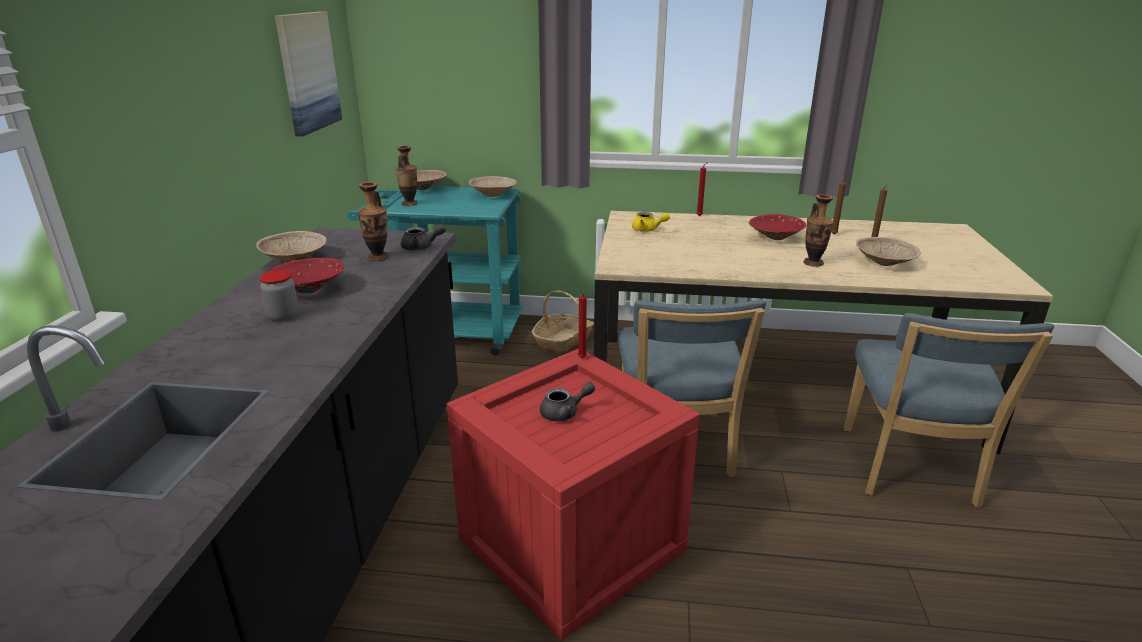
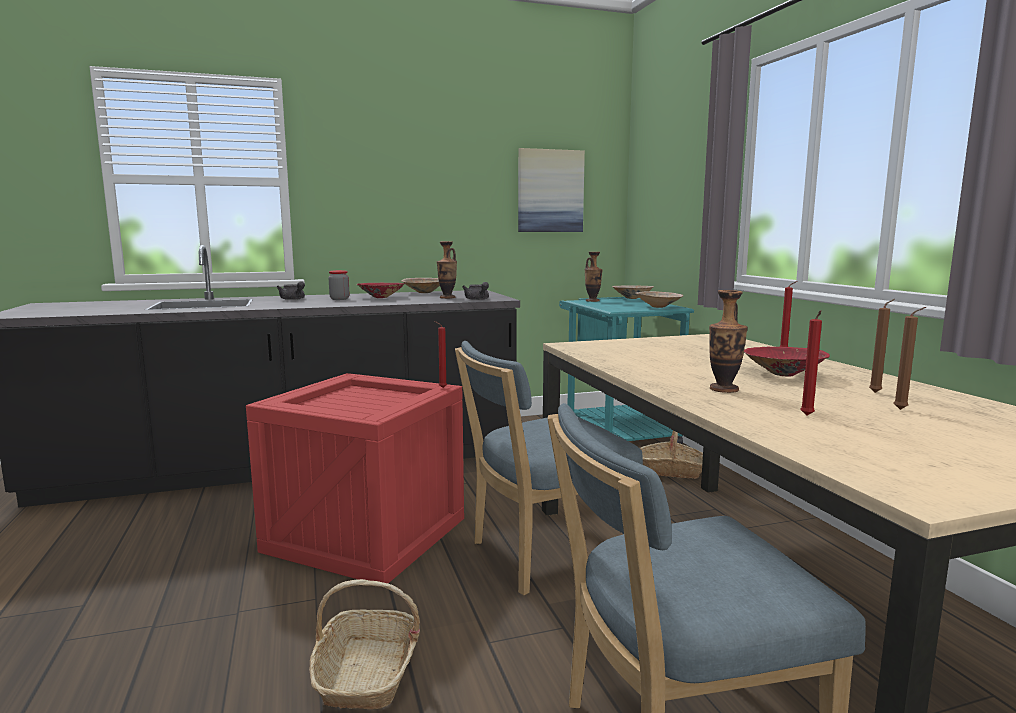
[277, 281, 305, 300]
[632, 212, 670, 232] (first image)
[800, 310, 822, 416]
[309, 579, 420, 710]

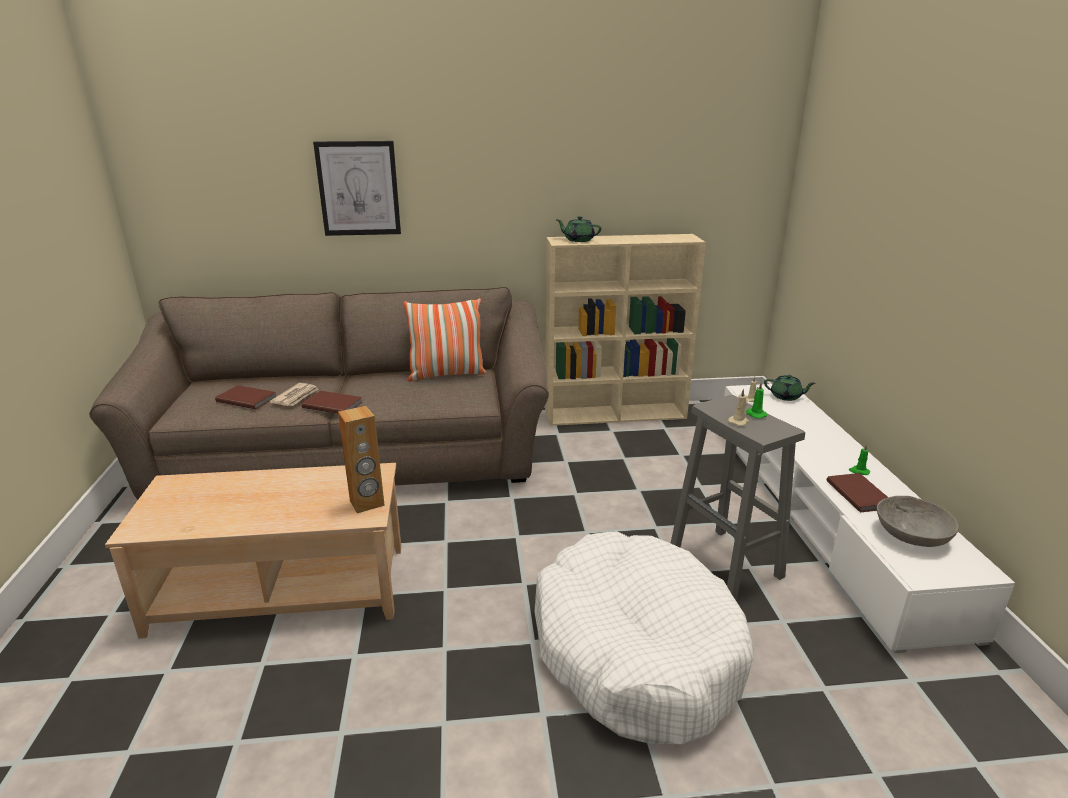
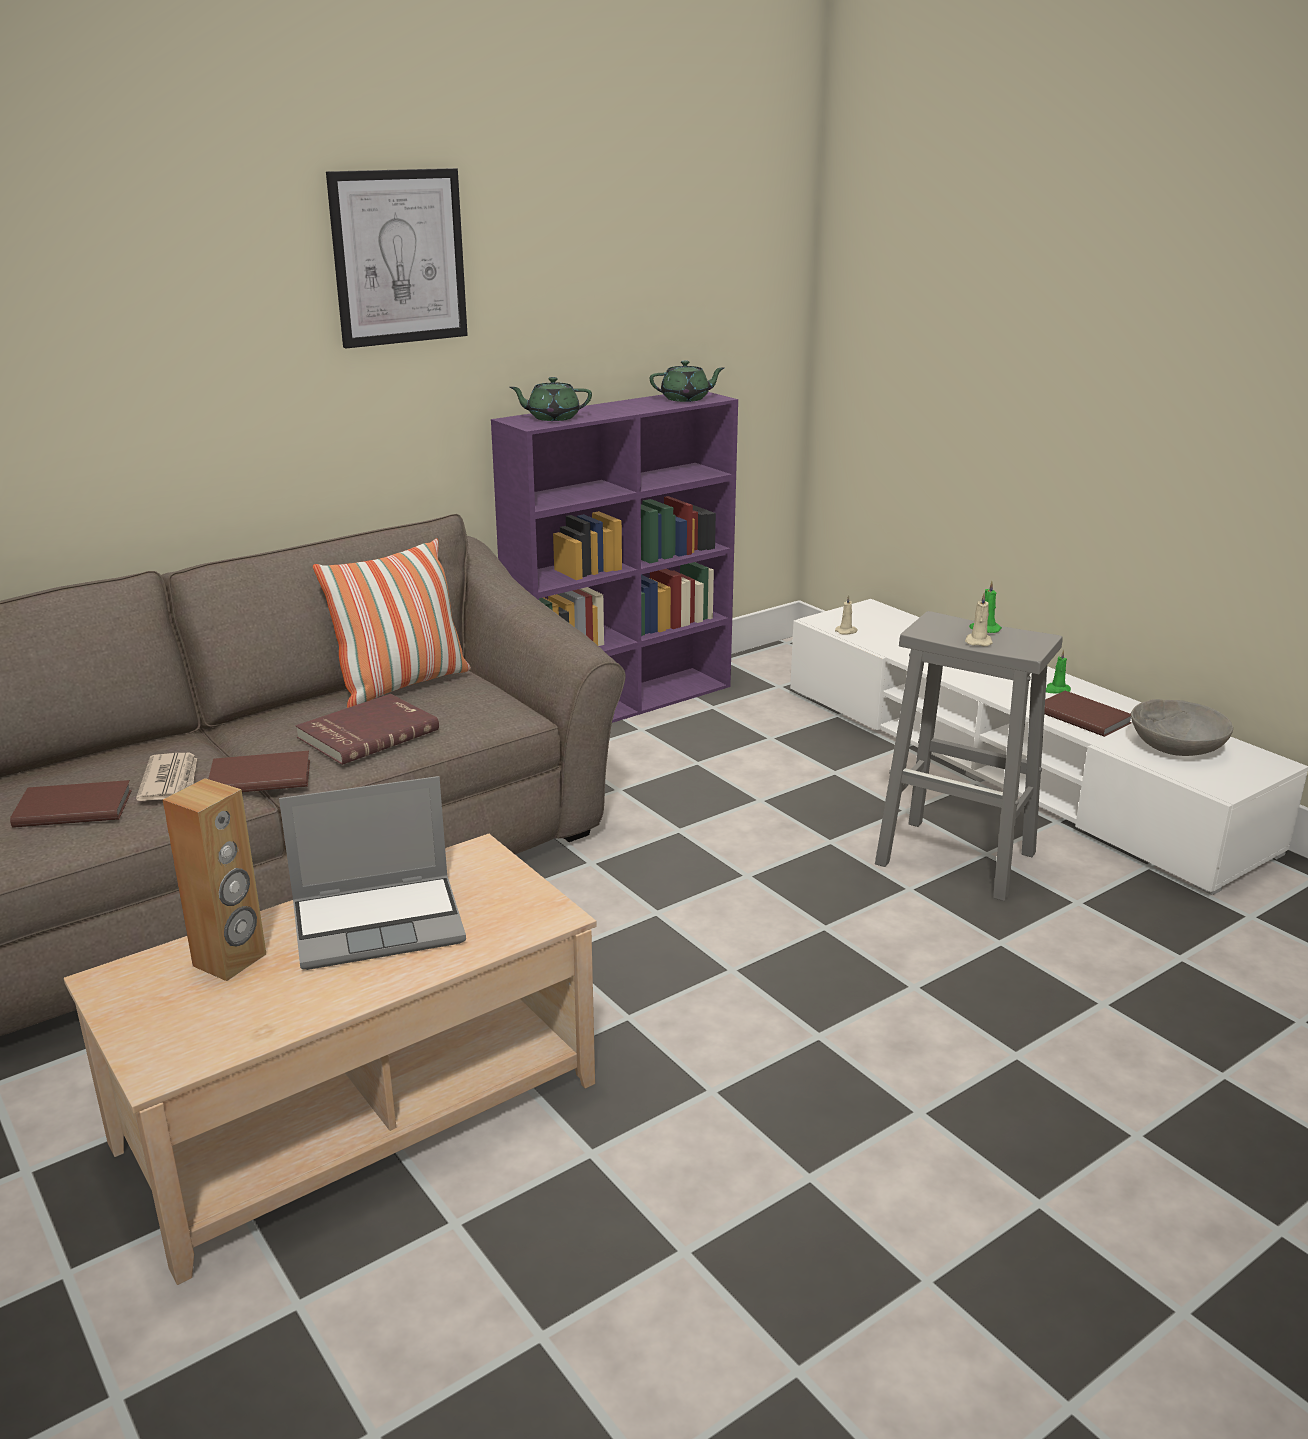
[326, 168, 468, 349]
[163, 778, 266, 981]
[534, 531, 754, 744] (first image)
[491, 392, 738, 723]
[650, 360, 724, 402]
[279, 776, 466, 970]
[295, 694, 439, 765]

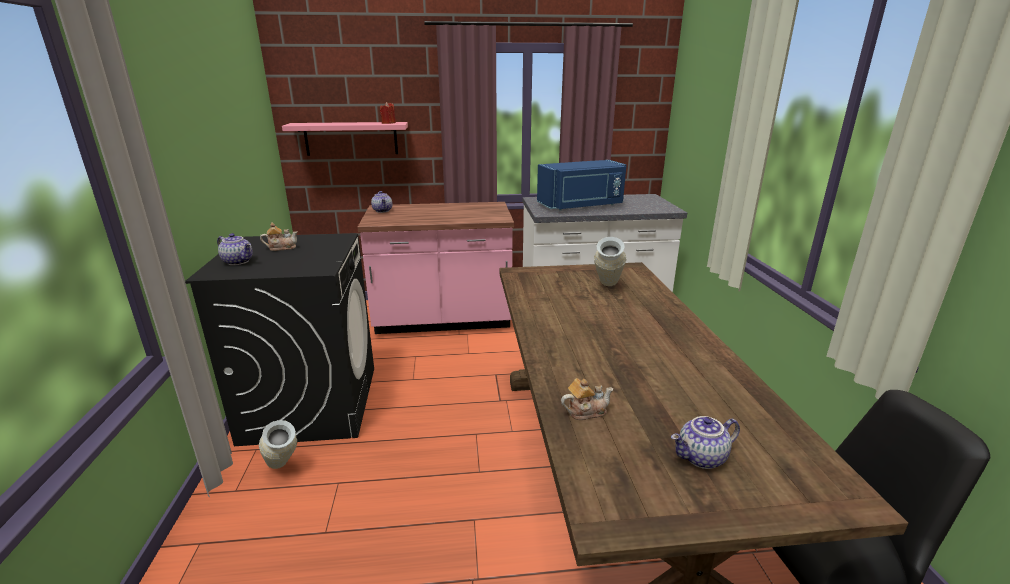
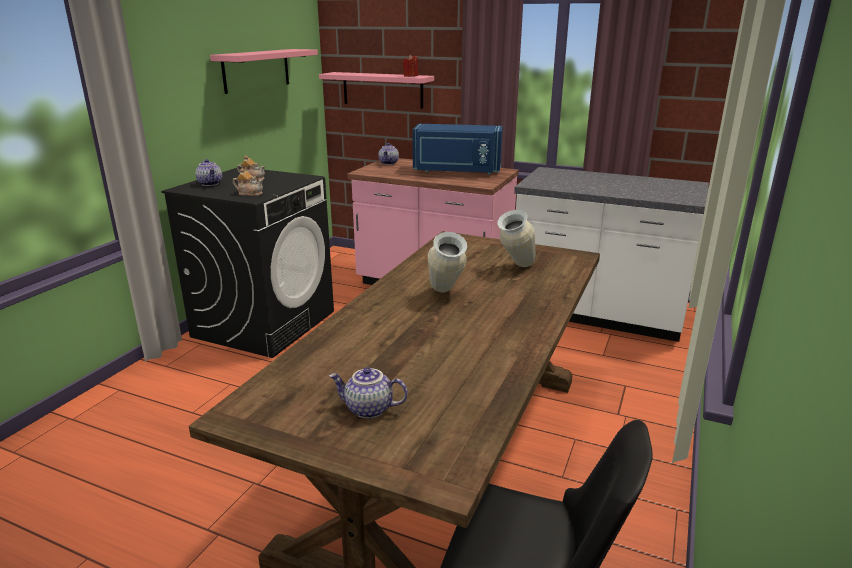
[428, 232, 467, 292]
[412, 124, 503, 175]
[233, 168, 263, 196]
[210, 49, 318, 94]

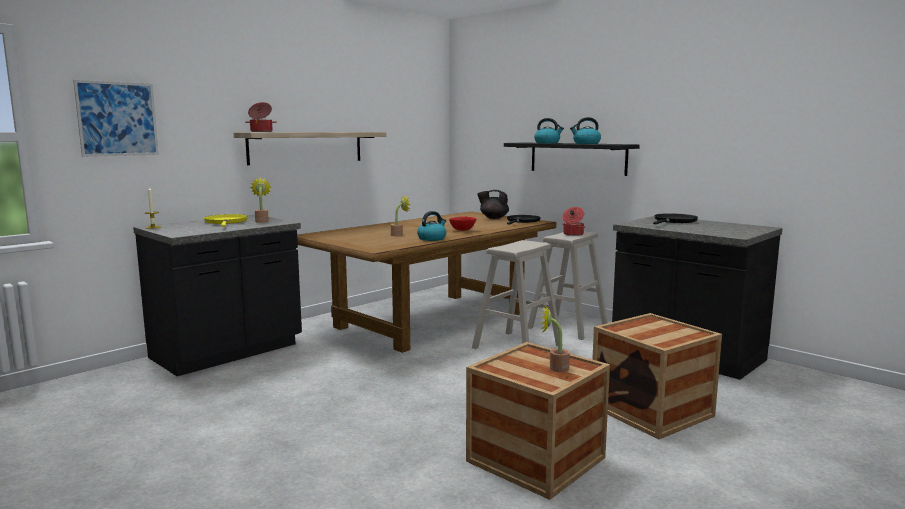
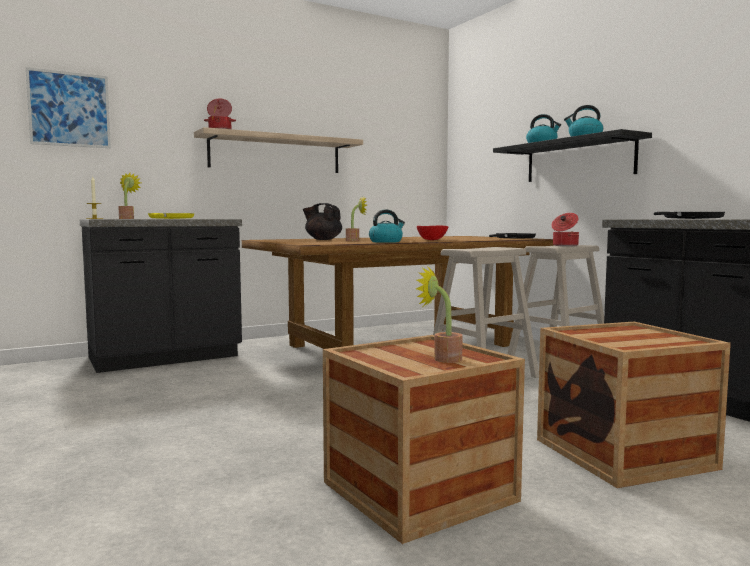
[118, 173, 141, 219]
[303, 203, 342, 240]

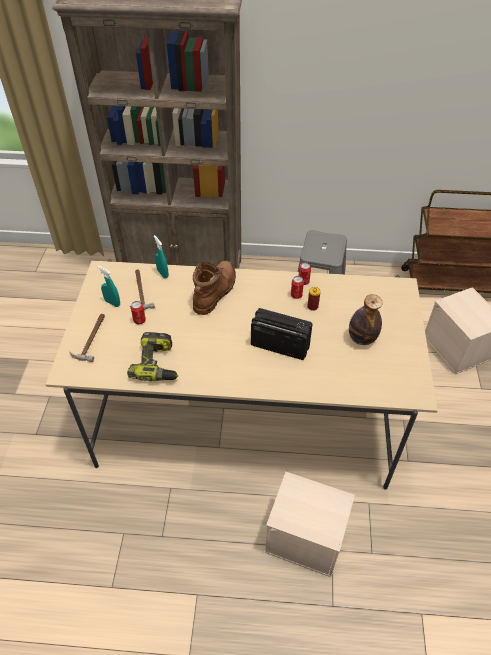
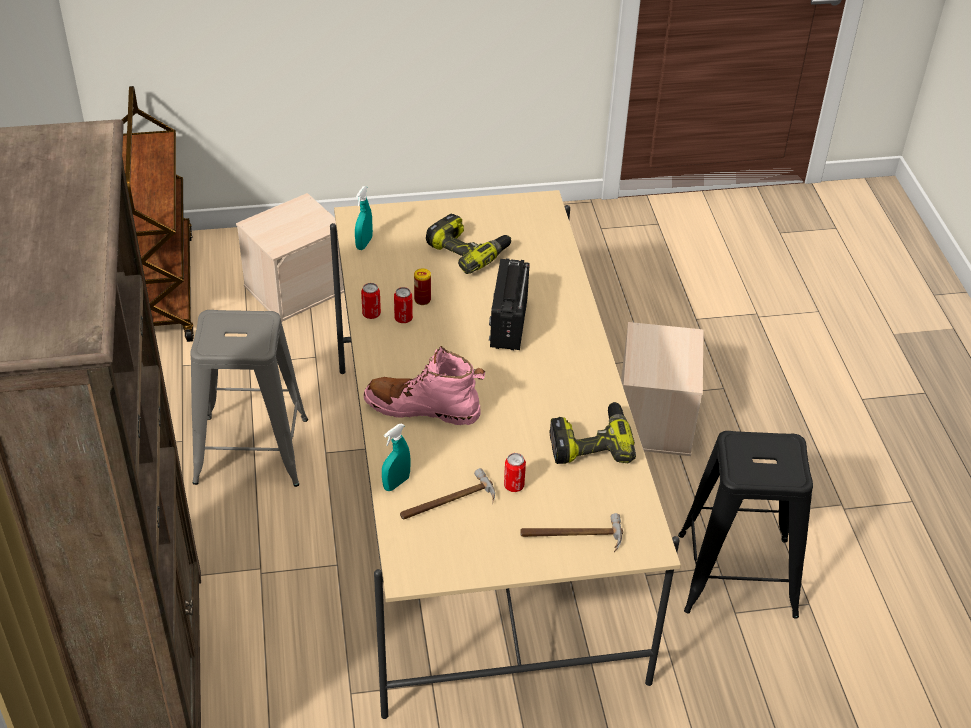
[355, 186, 373, 250]
[364, 346, 485, 425]
[426, 214, 511, 274]
[678, 431, 813, 619]

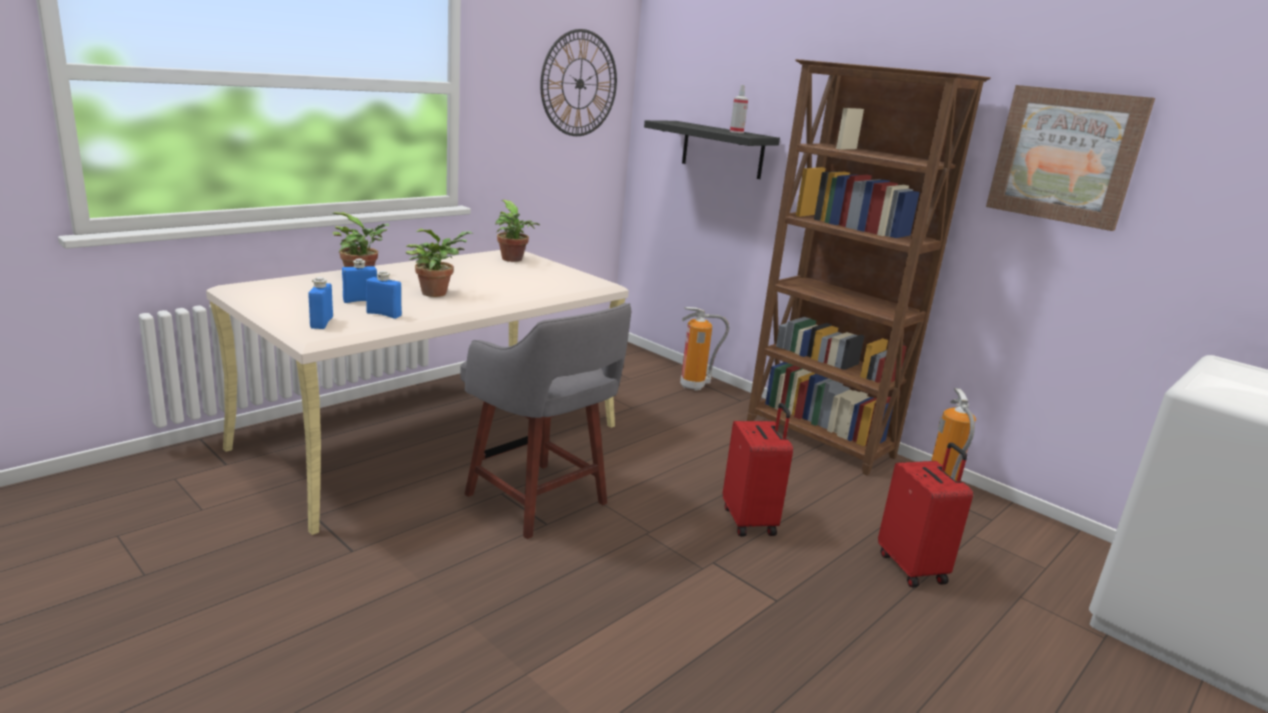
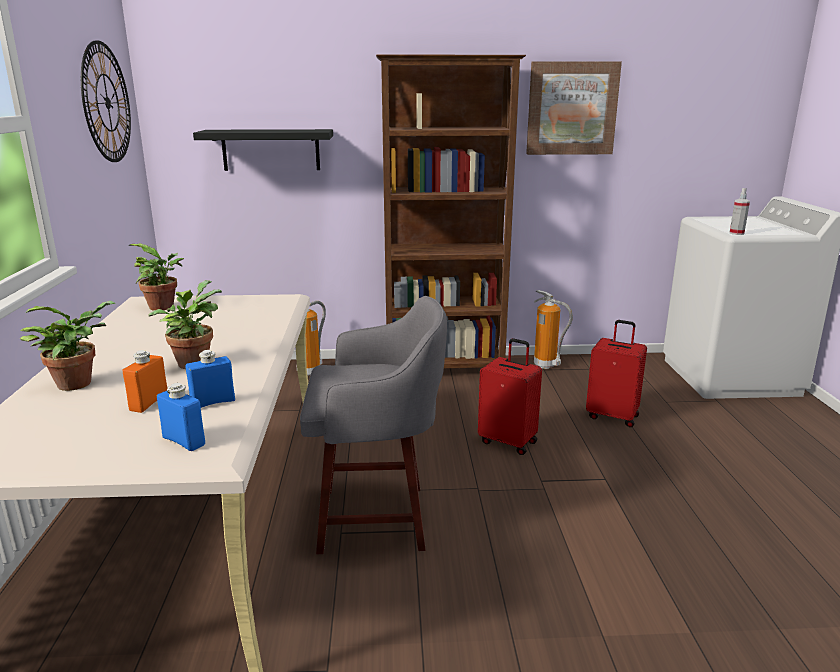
[122, 350, 167, 413]
[729, 188, 750, 235]

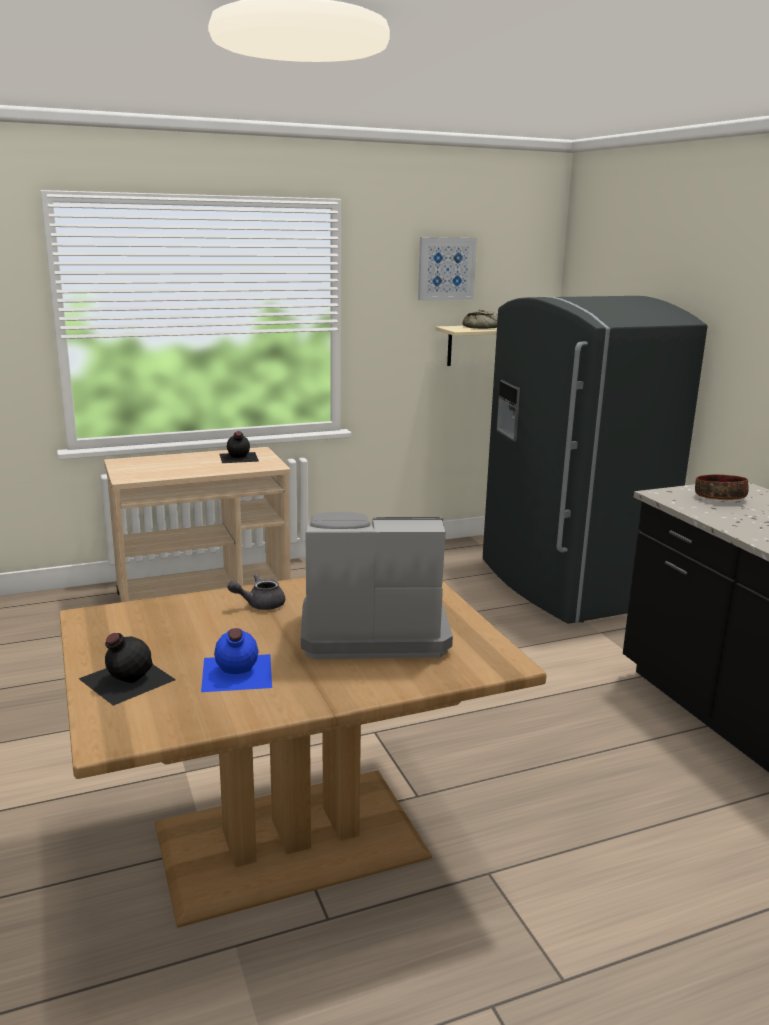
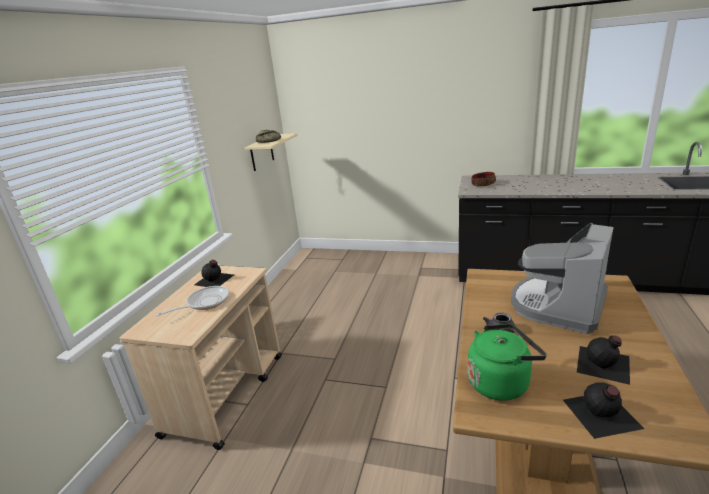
[577, 335, 630, 385]
[418, 237, 477, 301] (first image)
[483, 296, 707, 623] (first image)
[156, 286, 229, 316]
[468, 324, 547, 401]

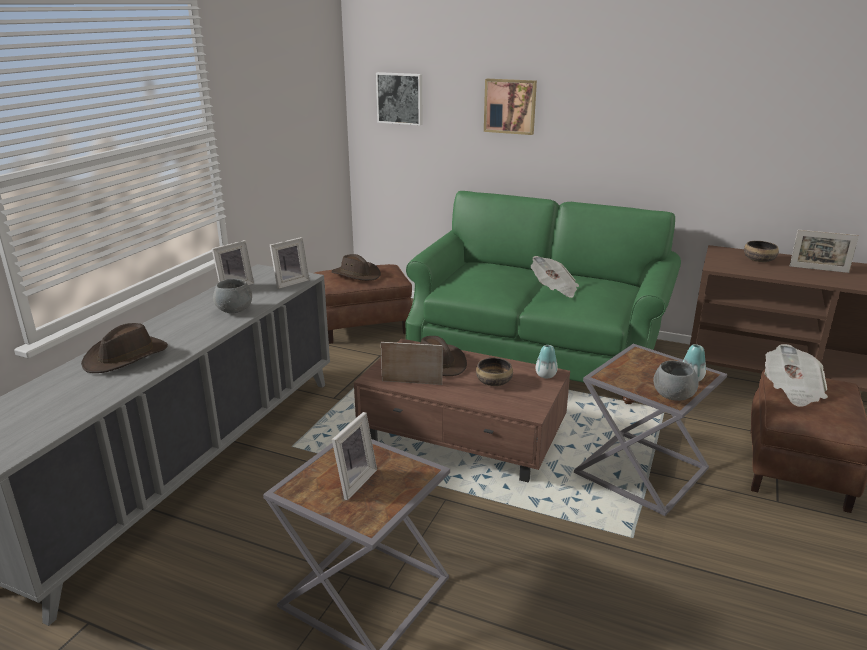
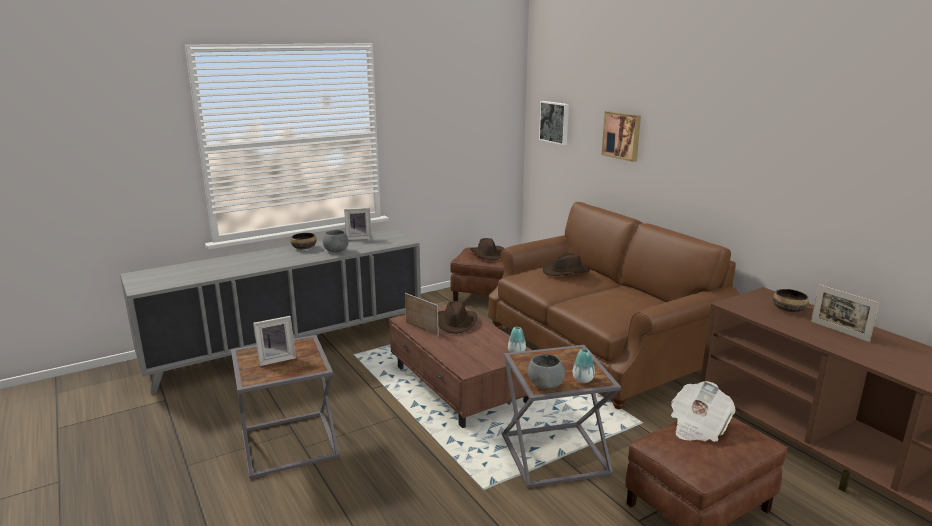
[543, 253, 590, 276]
[270, 237, 309, 289] (first image)
[489, 202, 739, 409]
[291, 233, 317, 249]
[531, 256, 579, 298] (first image)

